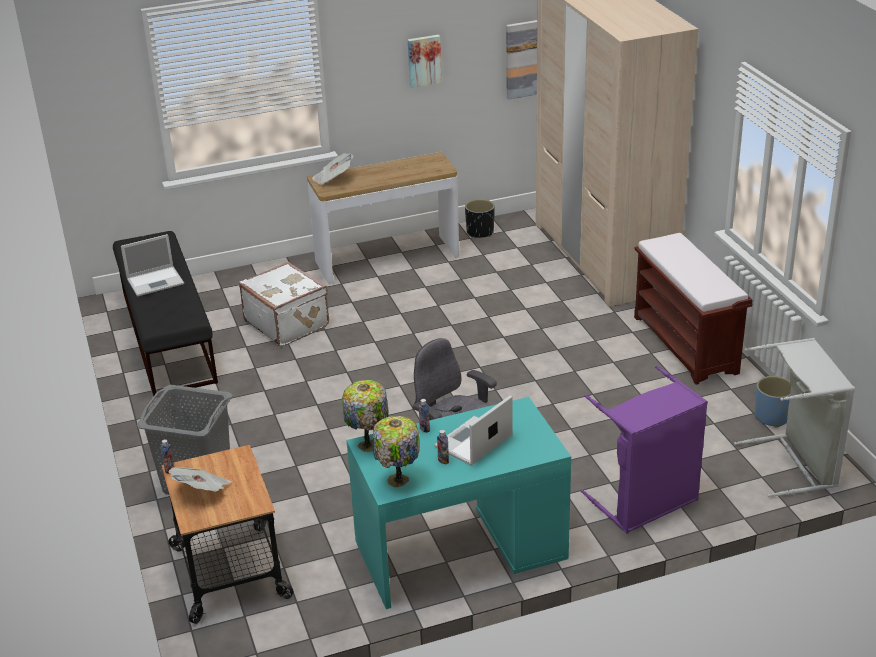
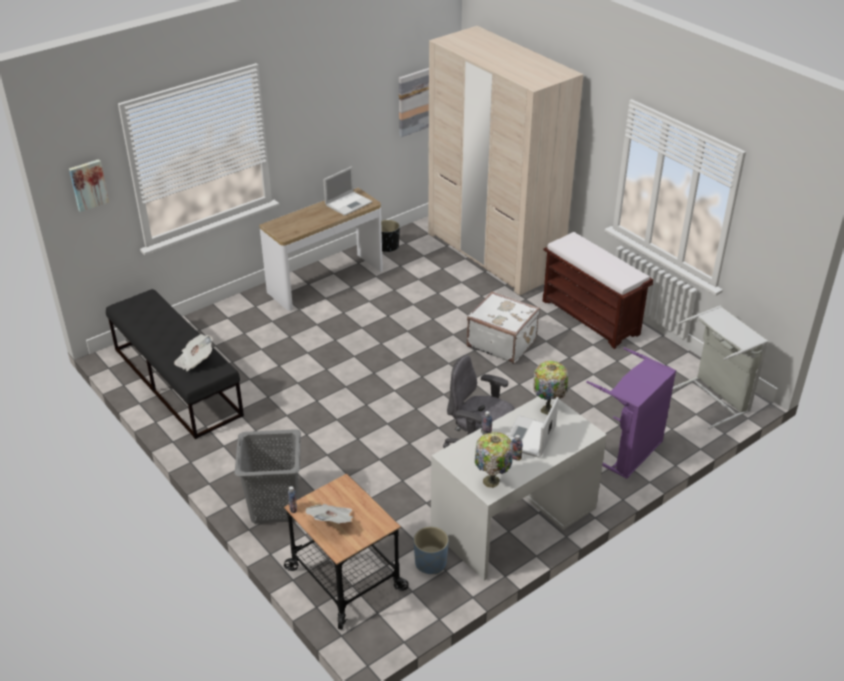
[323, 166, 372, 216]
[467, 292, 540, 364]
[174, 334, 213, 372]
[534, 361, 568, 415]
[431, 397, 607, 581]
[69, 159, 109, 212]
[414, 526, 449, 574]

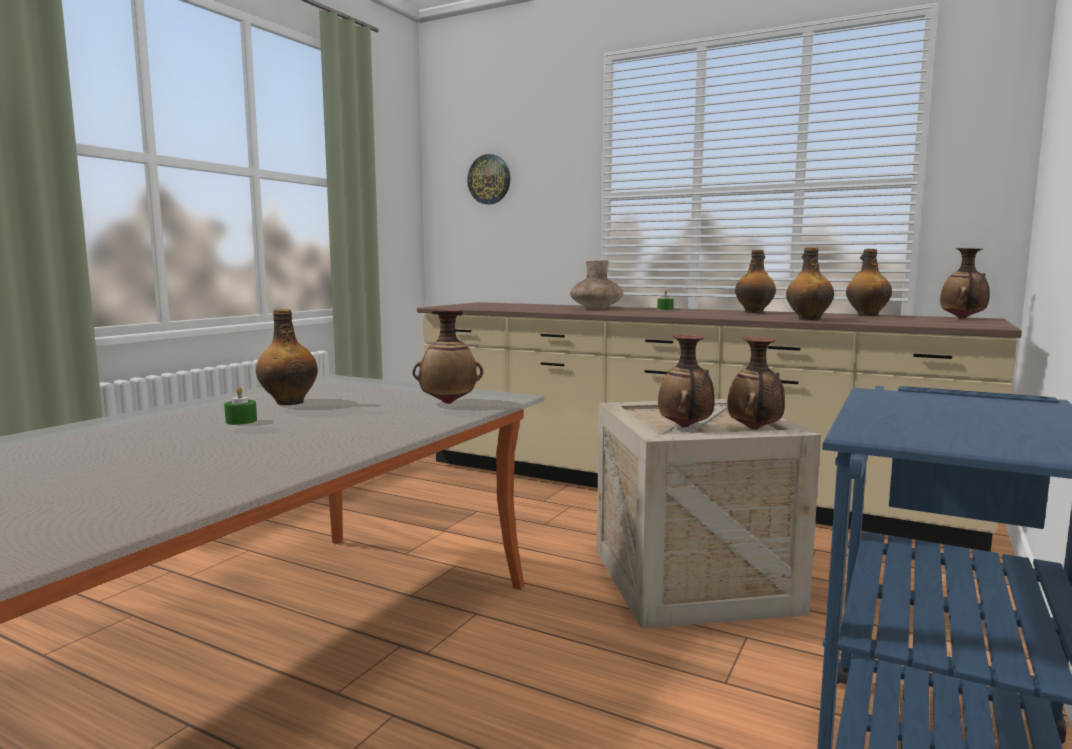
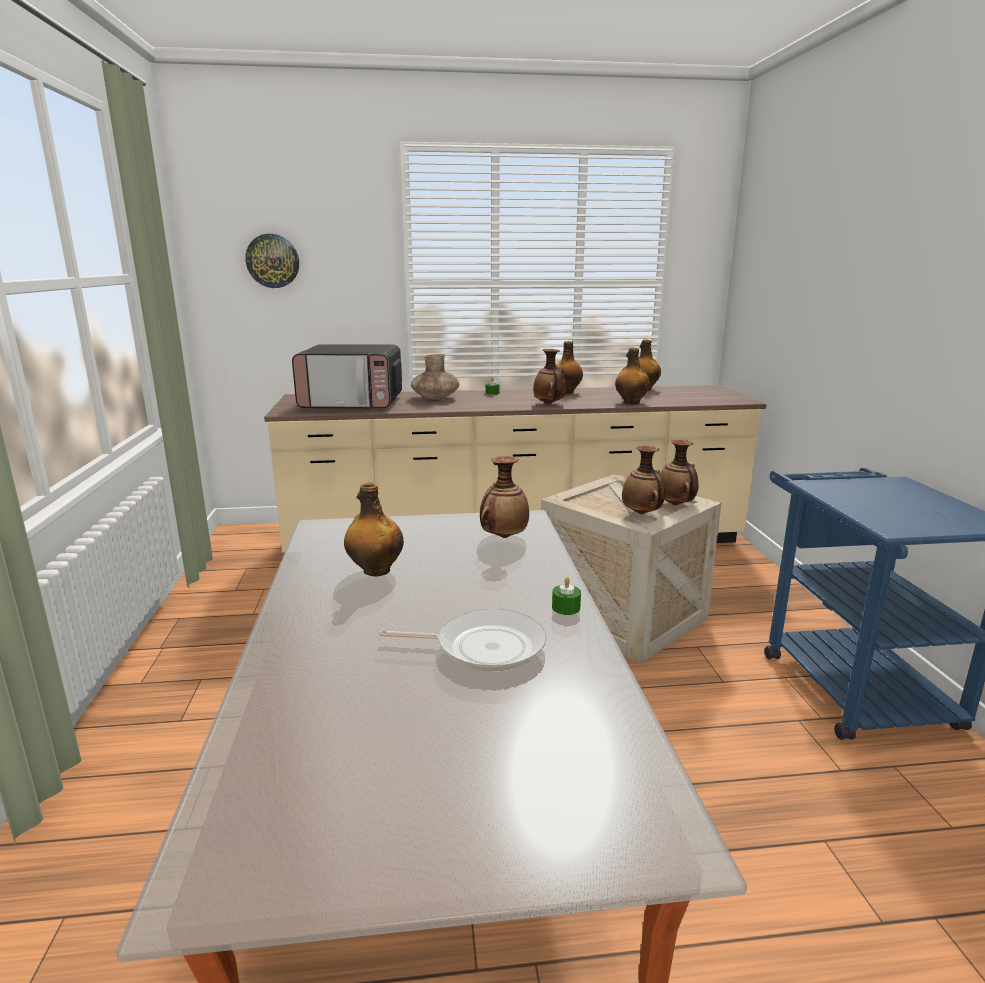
[552, 577, 581, 615]
[533, 349, 566, 405]
[292, 344, 402, 408]
[379, 609, 547, 672]

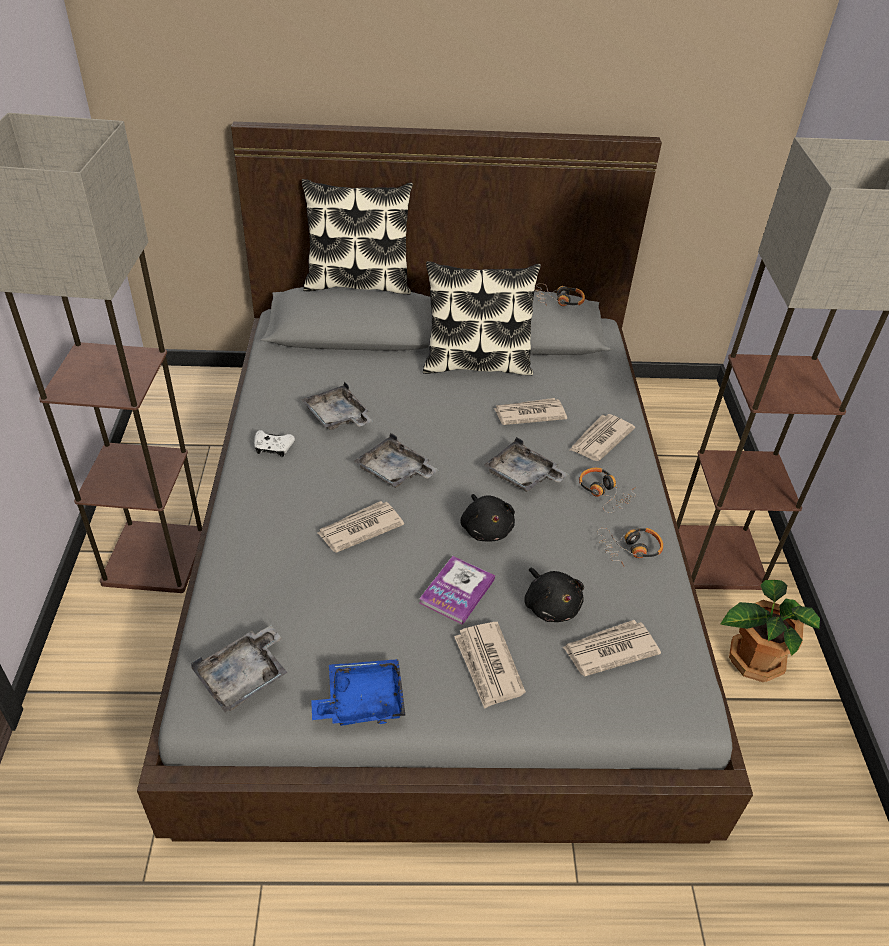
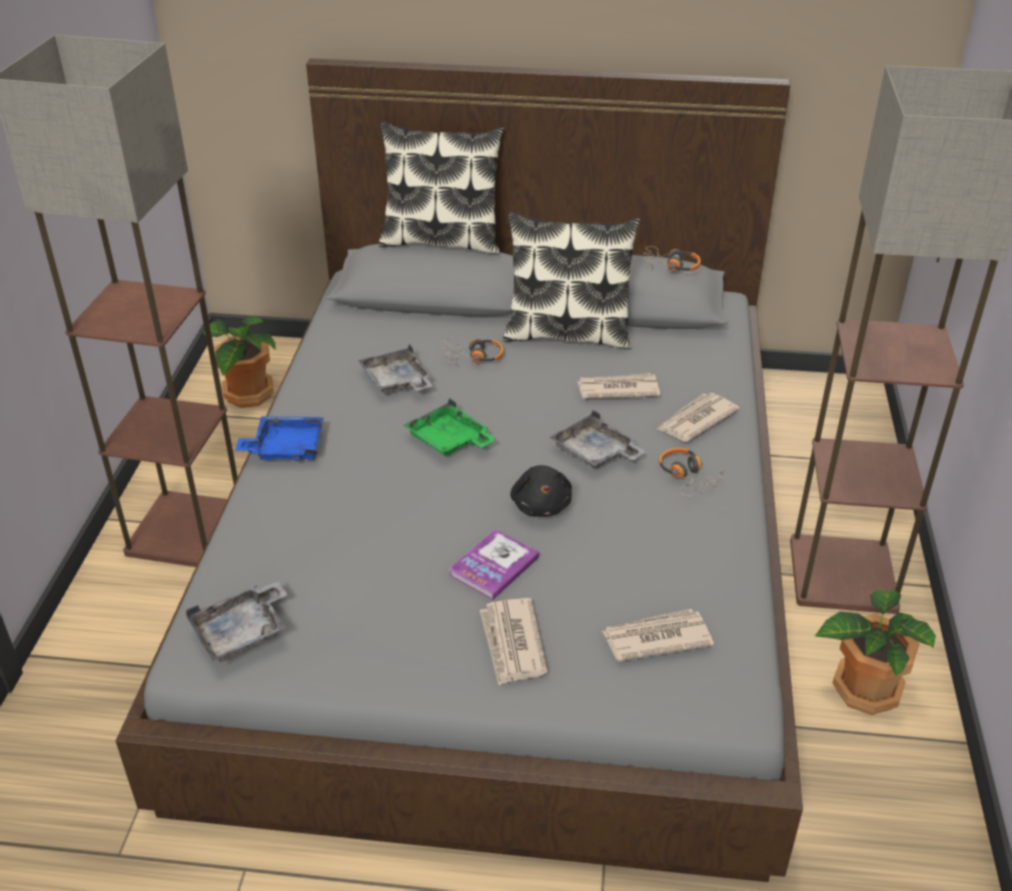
[254, 430, 295, 457] (first image)
[235, 416, 324, 461]
[318, 501, 404, 553] (first image)
[403, 398, 496, 456]
[524, 567, 584, 622] (first image)
[443, 338, 504, 366]
[203, 315, 276, 408]

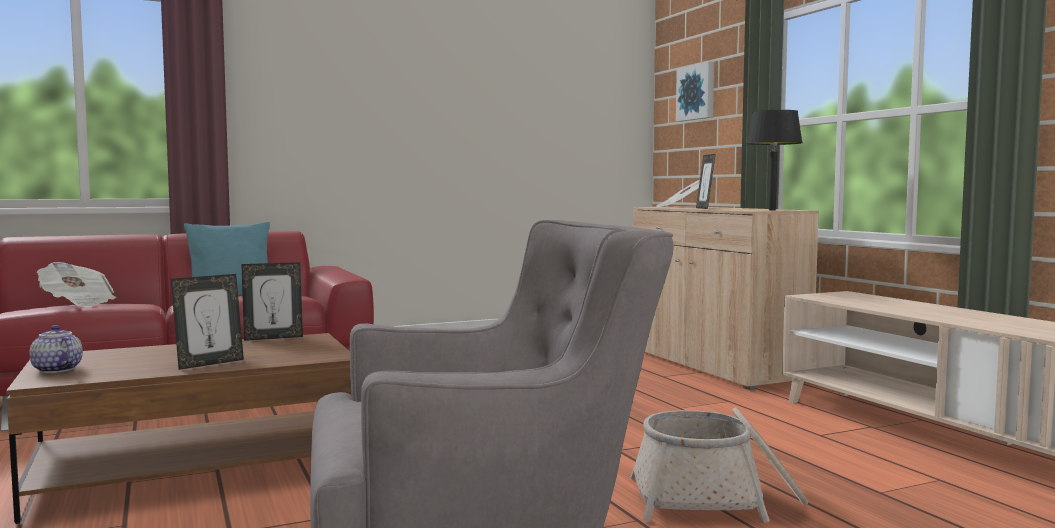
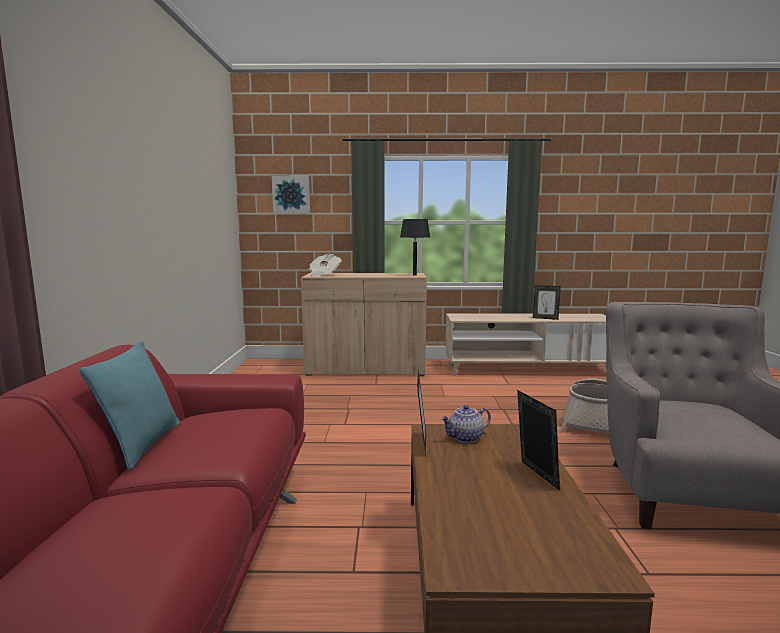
[441, 405, 491, 443]
[37, 262, 116, 307] (first image)
[533, 285, 561, 320]

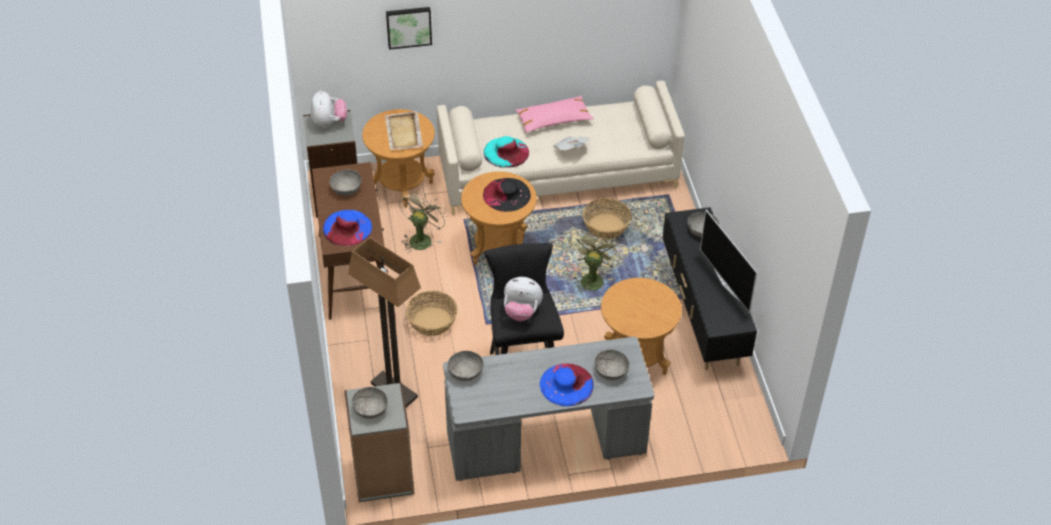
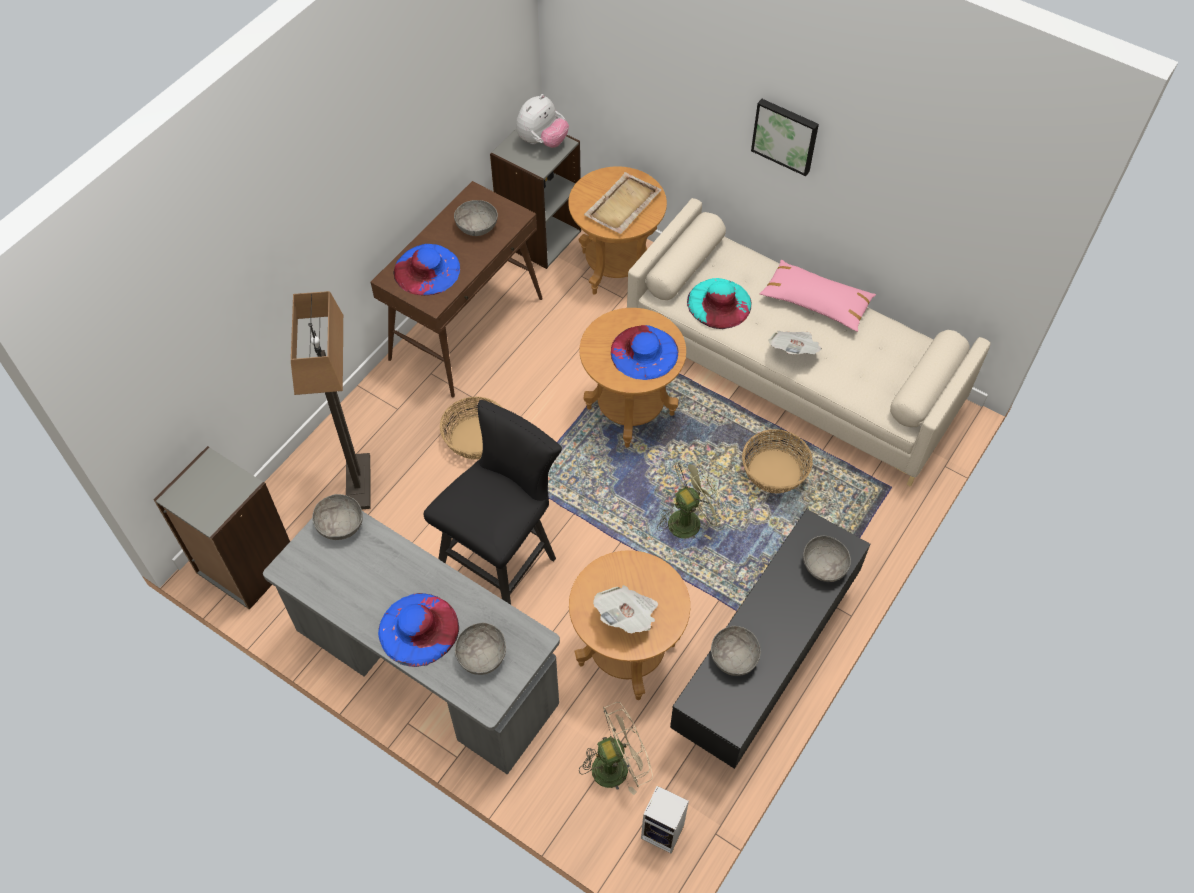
[711, 626, 761, 676]
[751, 99, 819, 176]
[579, 702, 653, 795]
[611, 325, 678, 380]
[504, 277, 543, 321] (first image)
[700, 209, 758, 313] (first image)
[593, 585, 658, 633]
[641, 786, 689, 853]

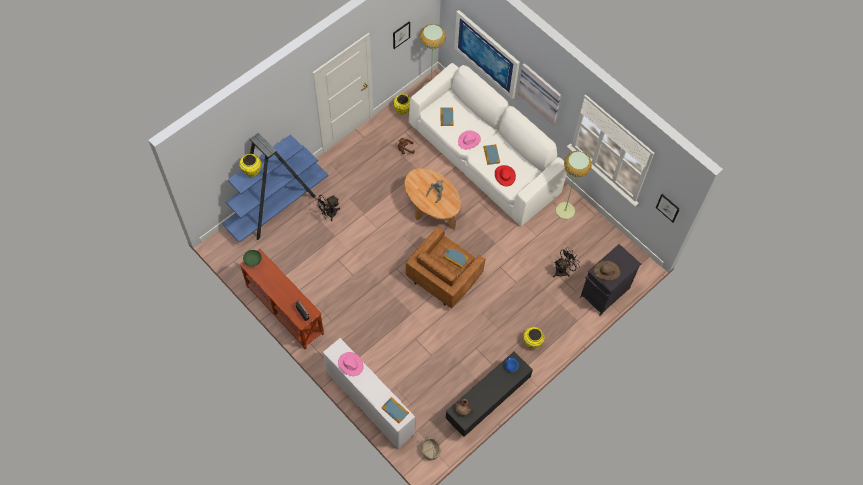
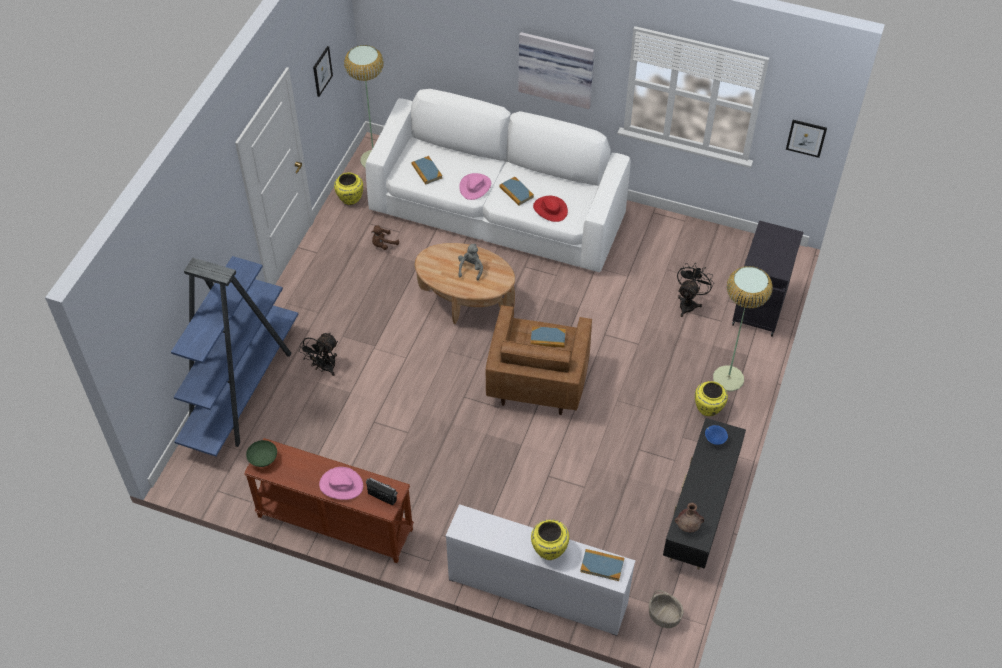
[531, 519, 569, 560]
[319, 467, 363, 500]
[454, 10, 520, 99] (first image)
[713, 266, 773, 392]
[594, 260, 620, 280] (first image)

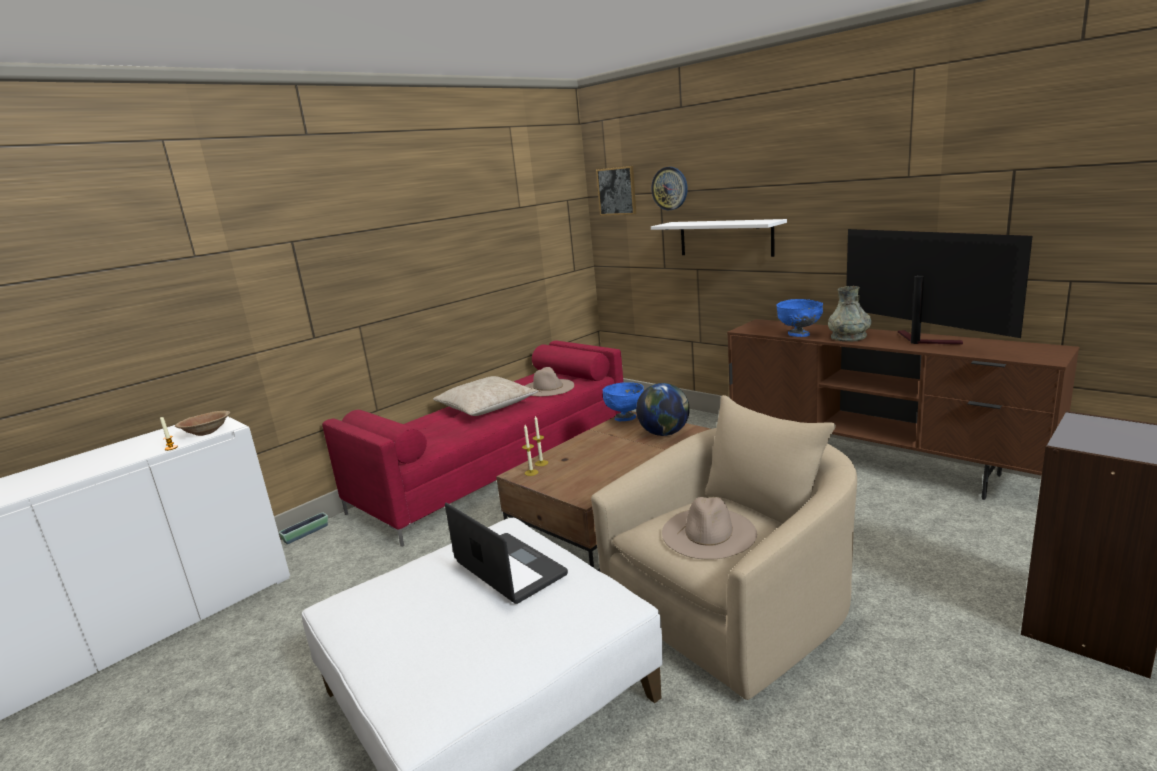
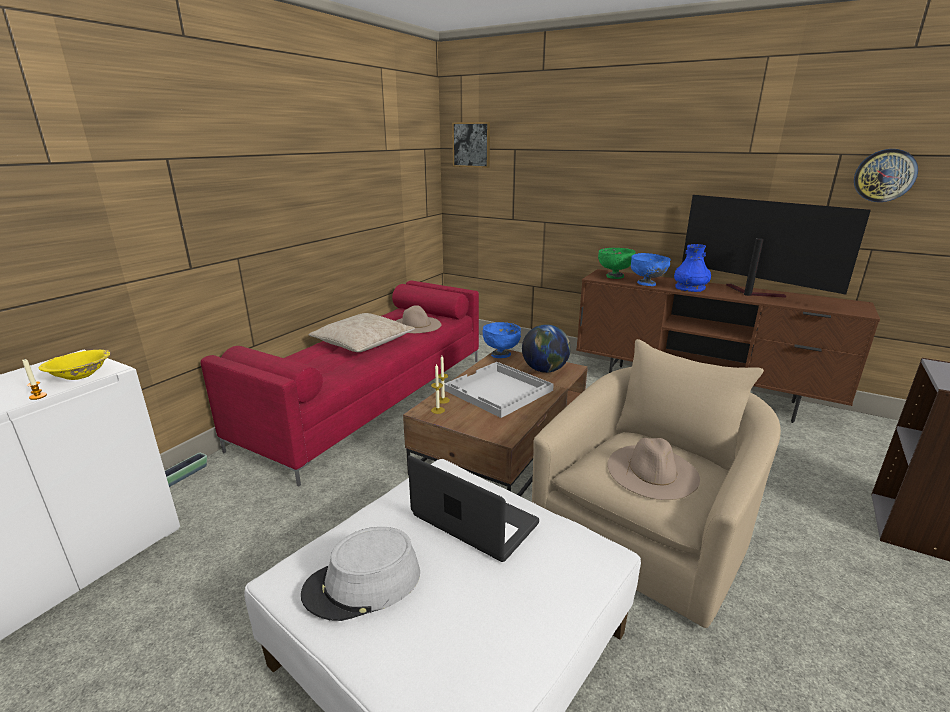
[39, 350, 110, 380]
[854, 149, 918, 202]
[651, 219, 787, 257] (first image)
[674, 244, 711, 292]
[301, 527, 420, 621]
[444, 362, 554, 418]
[598, 248, 636, 279]

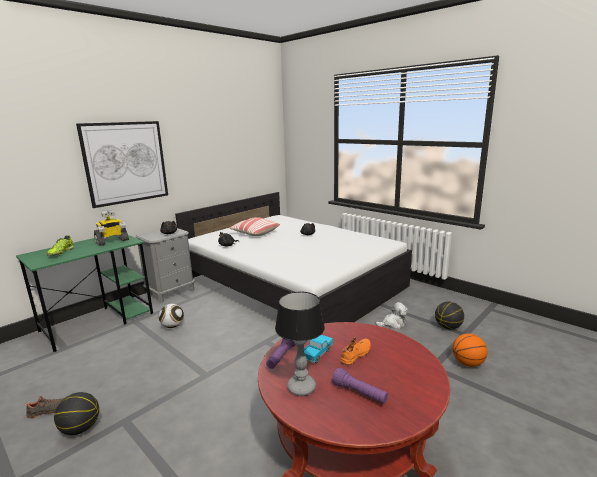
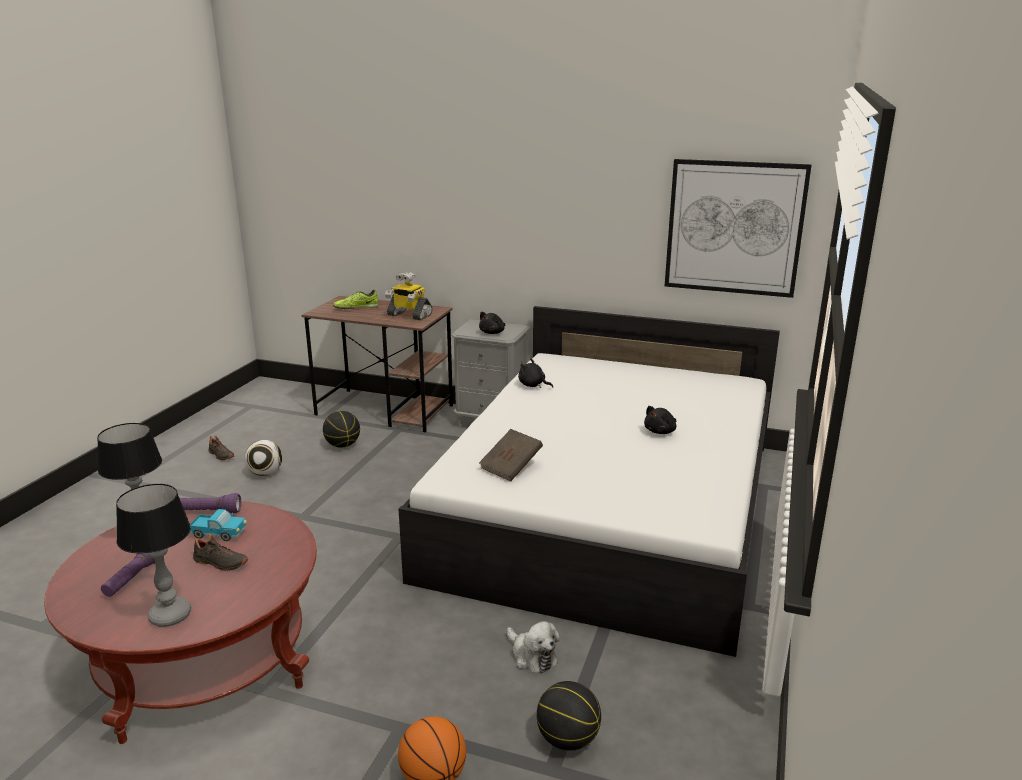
[301, 296, 453, 432]
[323, 411, 360, 448]
[665, 159, 812, 298]
[245, 440, 282, 476]
[229, 217, 280, 236] (first image)
[193, 533, 248, 571]
[116, 484, 191, 627]
[479, 429, 543, 481]

